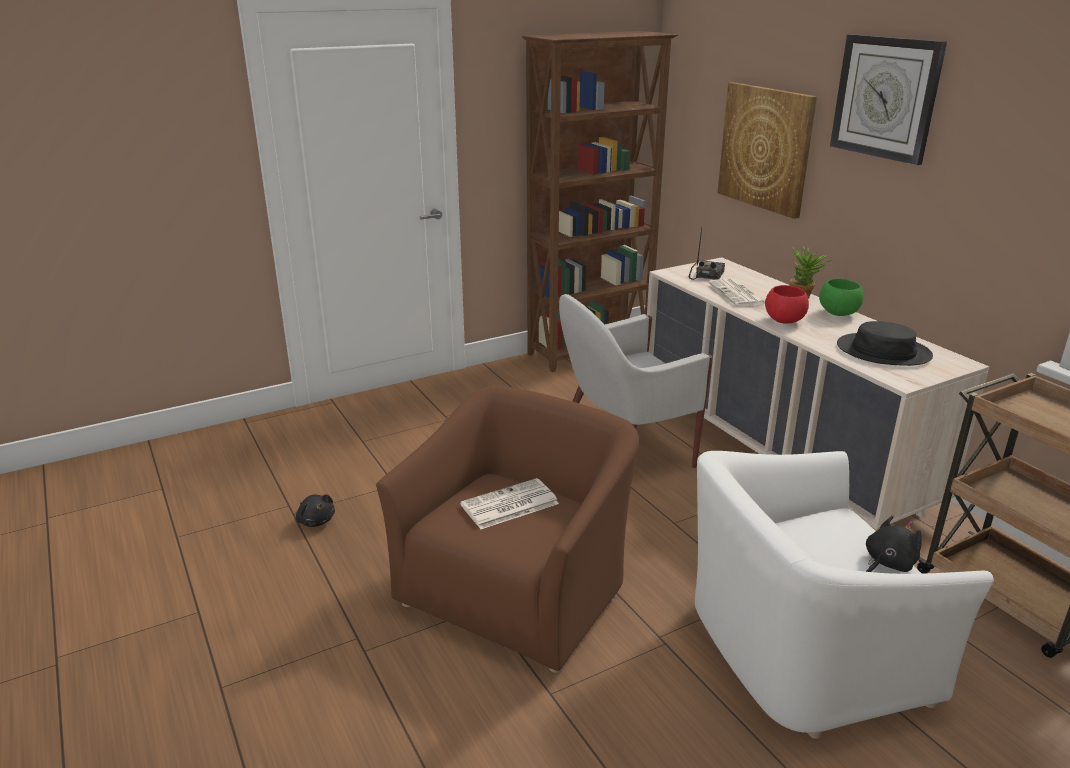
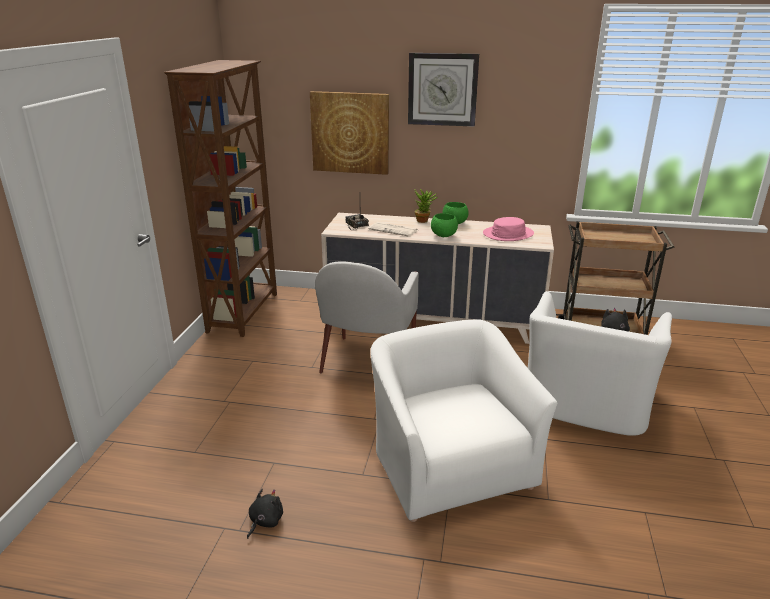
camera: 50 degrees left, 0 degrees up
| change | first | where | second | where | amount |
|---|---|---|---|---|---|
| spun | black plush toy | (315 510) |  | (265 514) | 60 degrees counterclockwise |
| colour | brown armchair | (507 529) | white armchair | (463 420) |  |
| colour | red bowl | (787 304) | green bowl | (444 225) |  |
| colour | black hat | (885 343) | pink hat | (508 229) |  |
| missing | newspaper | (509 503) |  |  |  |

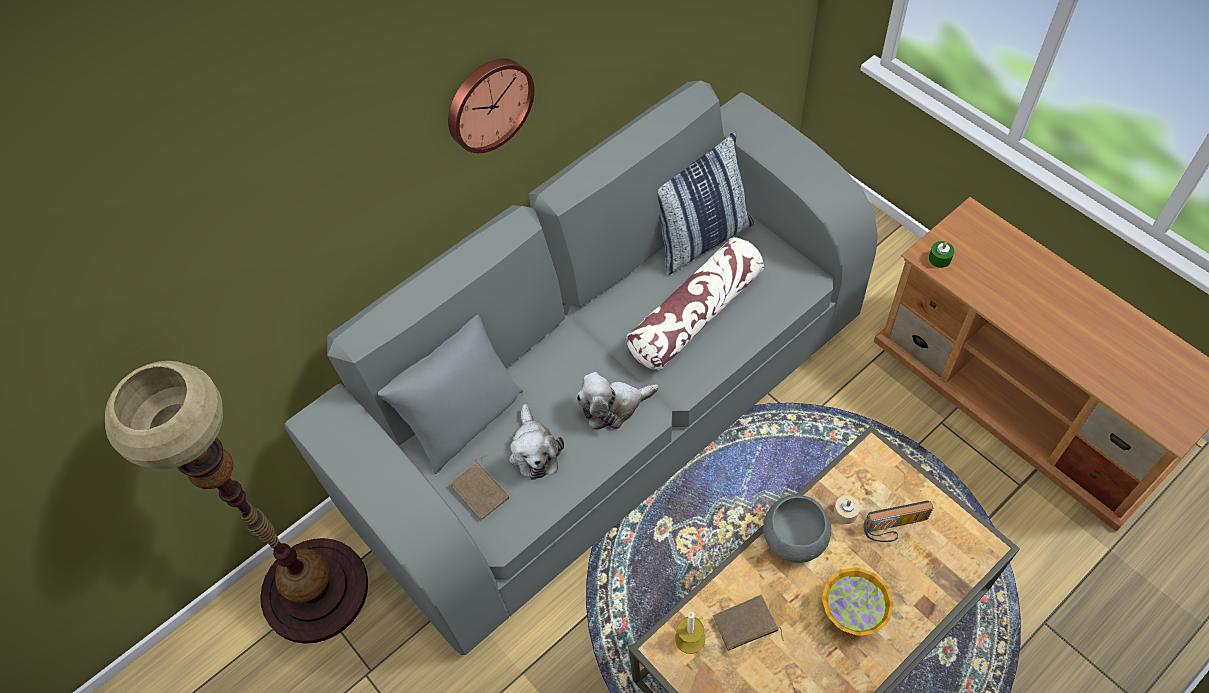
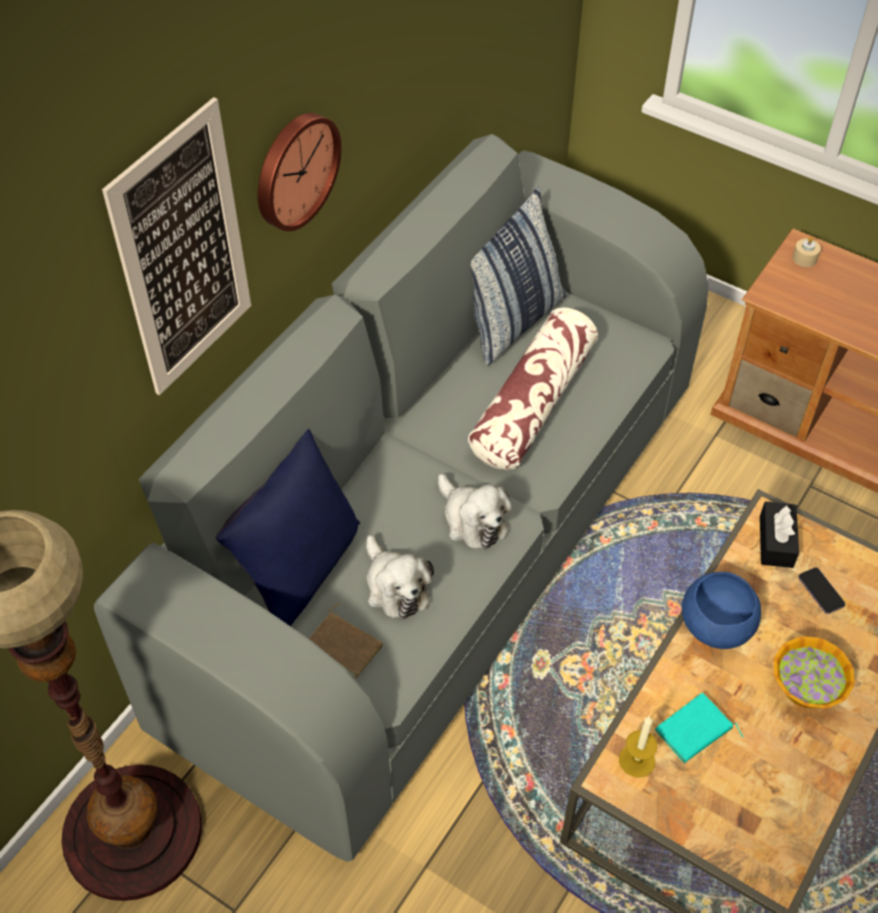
camera: 20 degrees left, 5 degrees down
| change | first | where | second | where | amount |
|---|---|---|---|---|---|
| appeared |  |  | picture | (176 246) |  |
| colour | grey pillow | (450 394) | blue pillow | (288 527) |  |
| spun | plush toy | (617 401) |  | (475 512) | 90 degrees counterclockwise |
| colour | brown book | (748 623) | turquoise book | (699 728) |  |
| colour | grey bowl | (797 529) | blue bowl | (721 610) |  |
| appeared |  |  | black tissue box | (779 534) |  |
| relocated | beige candle | (846 510) |  | (807 252) |  |
| exchanged | radio | (898 521) | phone | (821 590) |  |
| missing | green candle | (942 254) |  |  |  |

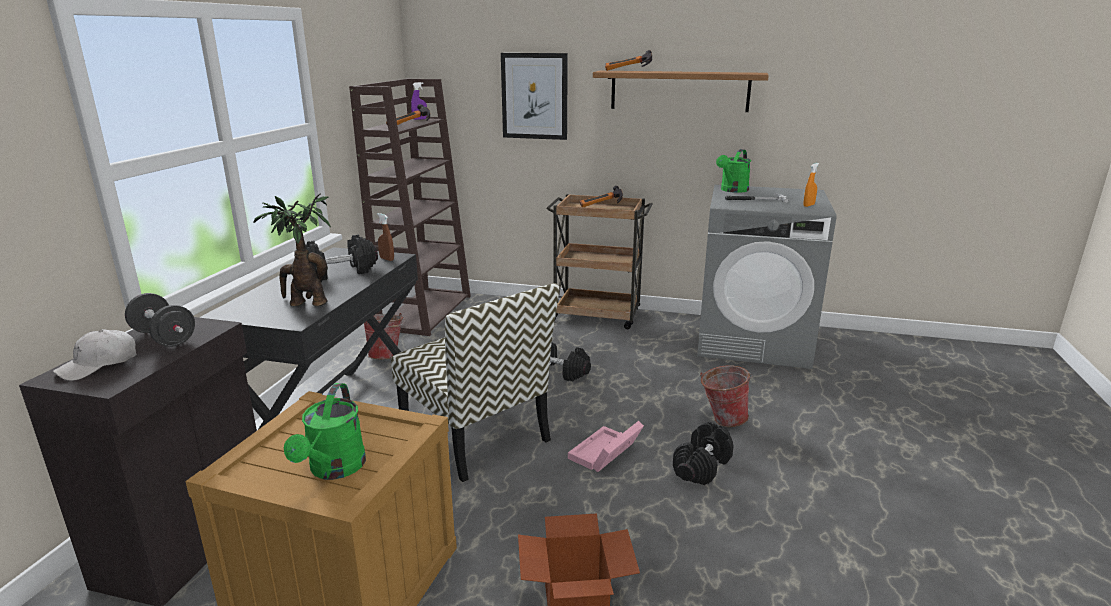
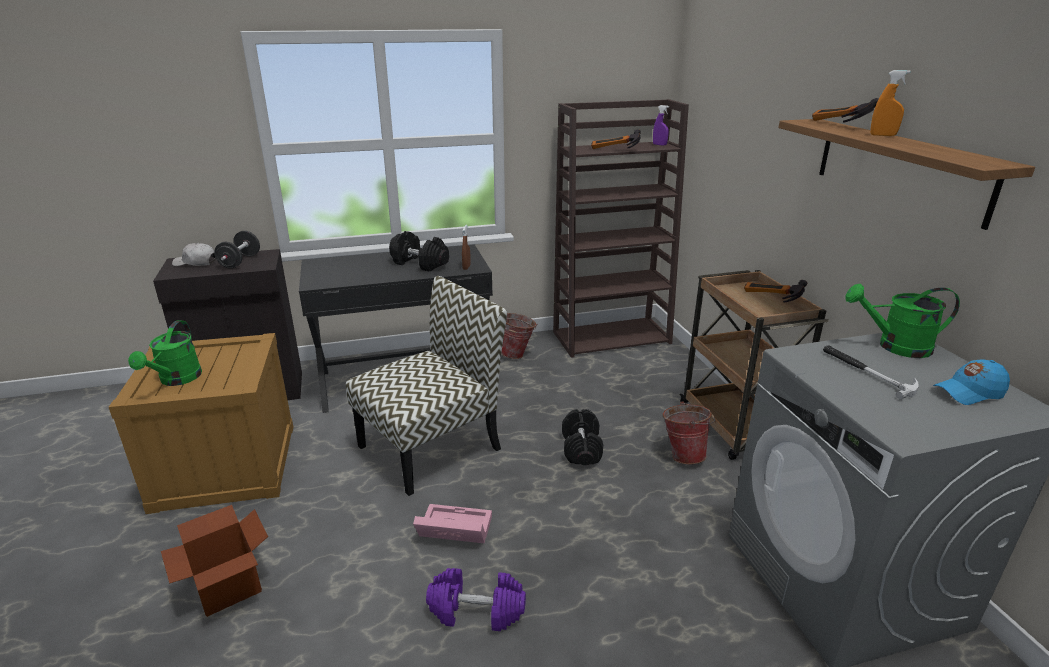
camera: 60 degrees right, 5 degrees up
| change | first | where | second | where | amount |
|---|---|---|---|---|---|
| spun | green watering can | (325 431) |  | (165 353) | 60 degrees counterclockwise |
| spun | chair | (475 382) |  | (426 386) | 150 degrees counterclockwise |
| colour | black dumbbell | (703 453) | purple dumbbell | (476 599) |  |
| relocated | bucket | (726 396) |  | (689 432) |  |
| relocated | orange spray bottle | (811 185) |  | (890 103) |  |
| appeared |  |  | blue cap | (971 382) |  |
| missing | potted plant | (292 249) |  |  |  |
| missing | picture | (534 96) |  |  |  |

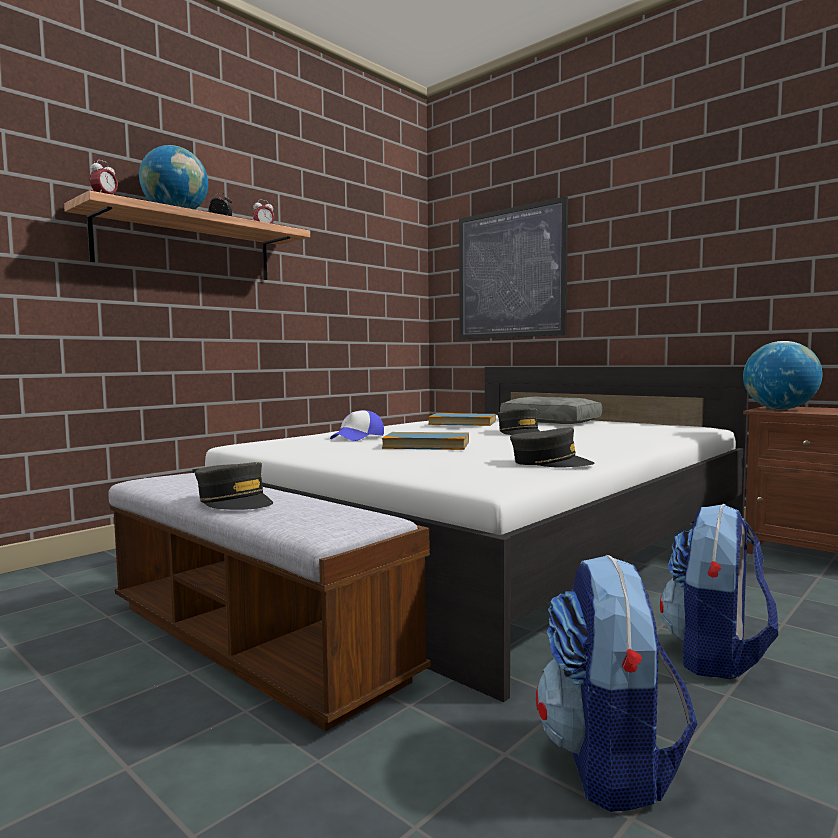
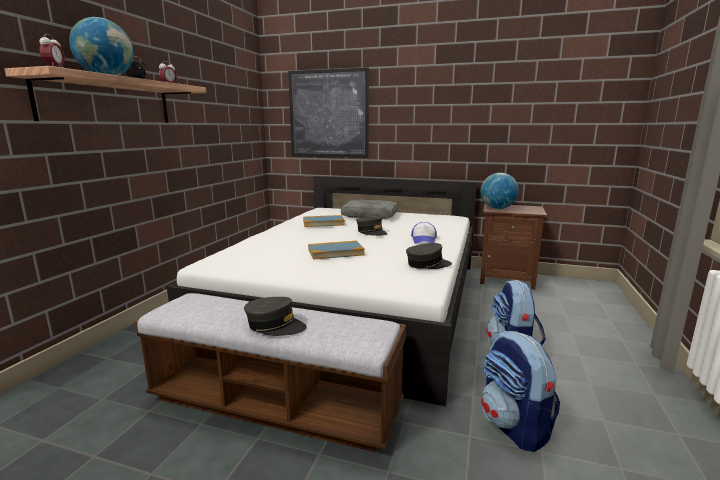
camera: 25 degrees left, 10 degrees up
| change | first | where | second | where | amount |
|---|---|---|---|---|---|
| relocated | cap | (357 425) |  | (424 233) |  |

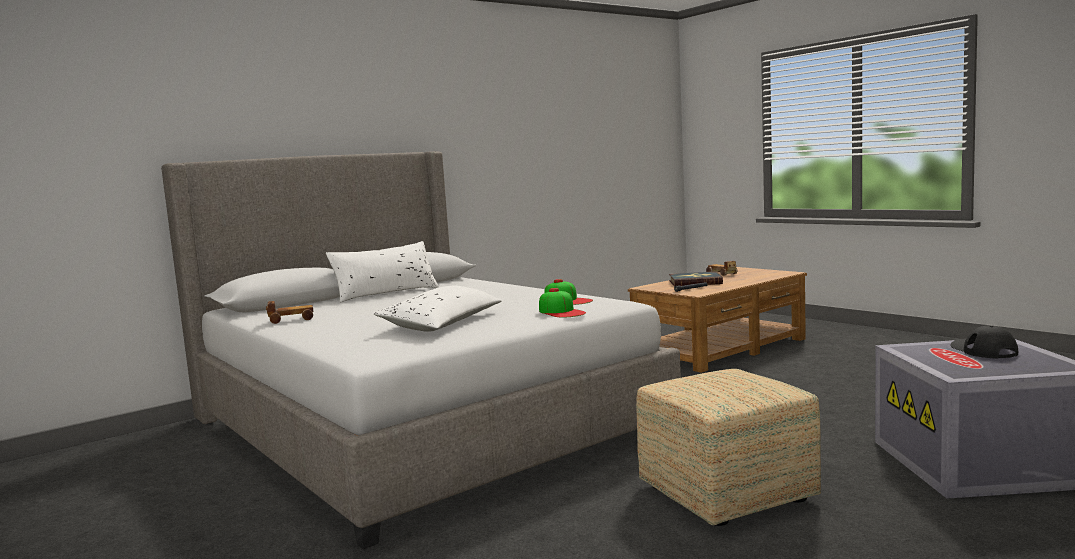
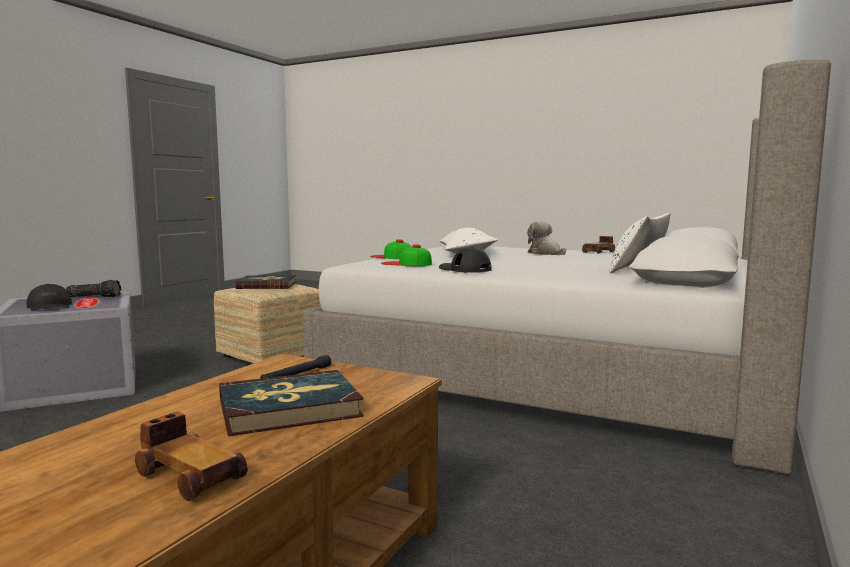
camera: 155 degrees right, 0 degrees up
| change | first | where | second | where | amount |
|---|---|---|---|---|---|
| appeared |  |  | flashlight | (93 288) |  |
| appeared |  |  | book | (265 282) |  |
| appeared |  |  | black cap | (465 260) |  |
| appeared |  |  | plush toy | (546 238) |  |

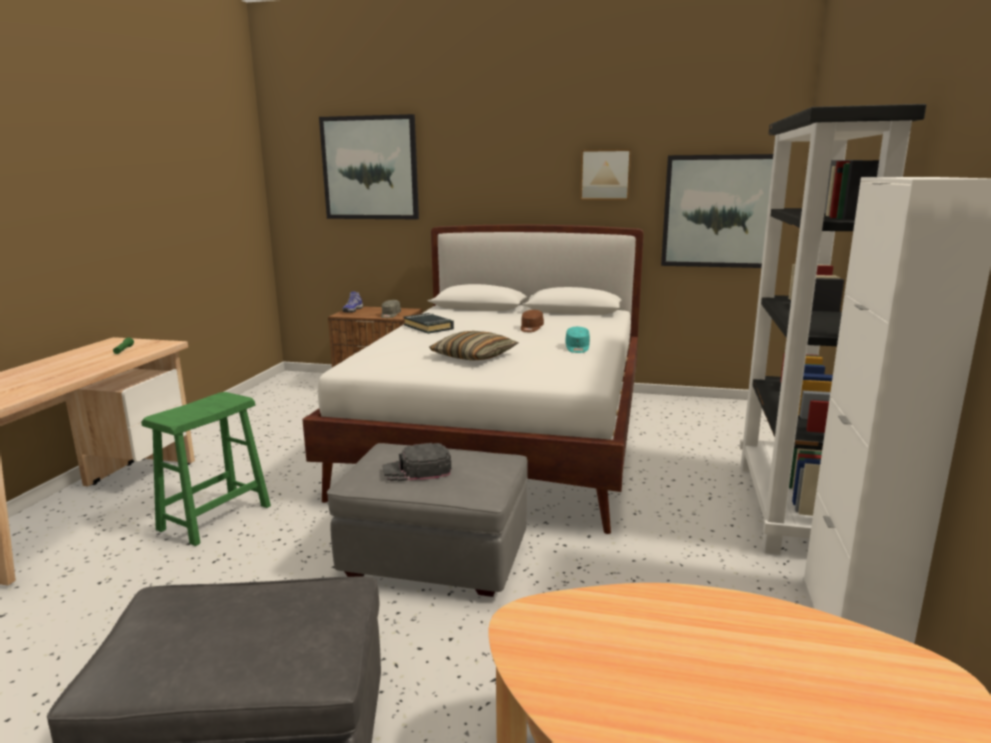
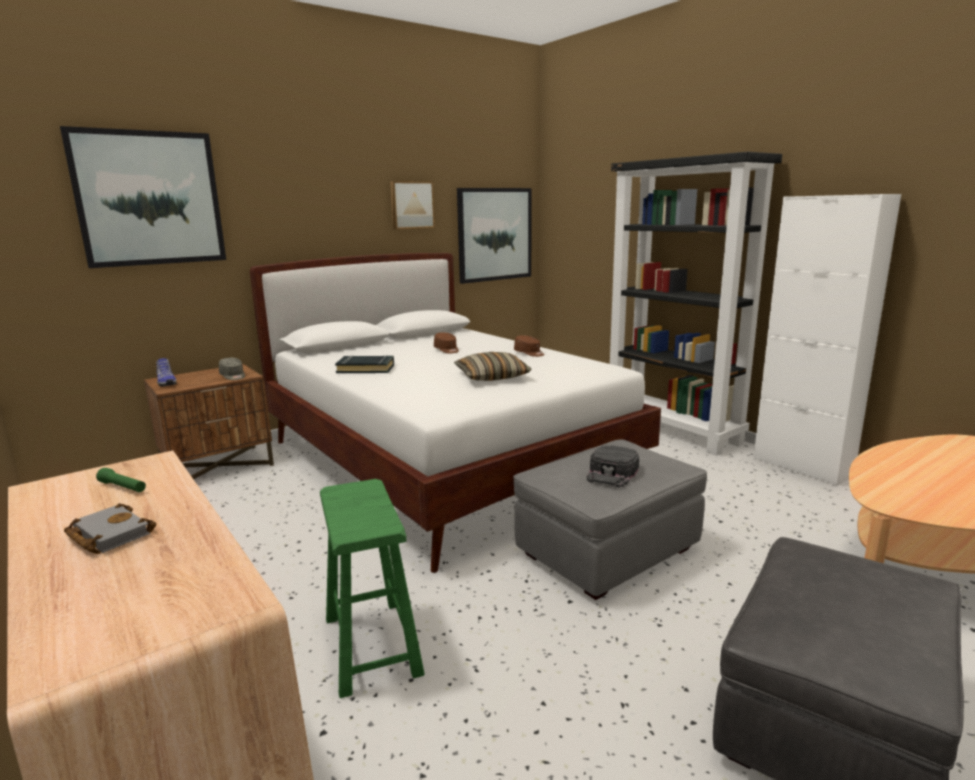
camera: 50 degrees left, 0 degrees up
| change | first | where | second | where | amount |
|---|---|---|---|---|---|
| appeared |  |  | grey book | (110 528) |  |
| colour | turquoise cap | (577 340) | brown cap | (529 346) |  |

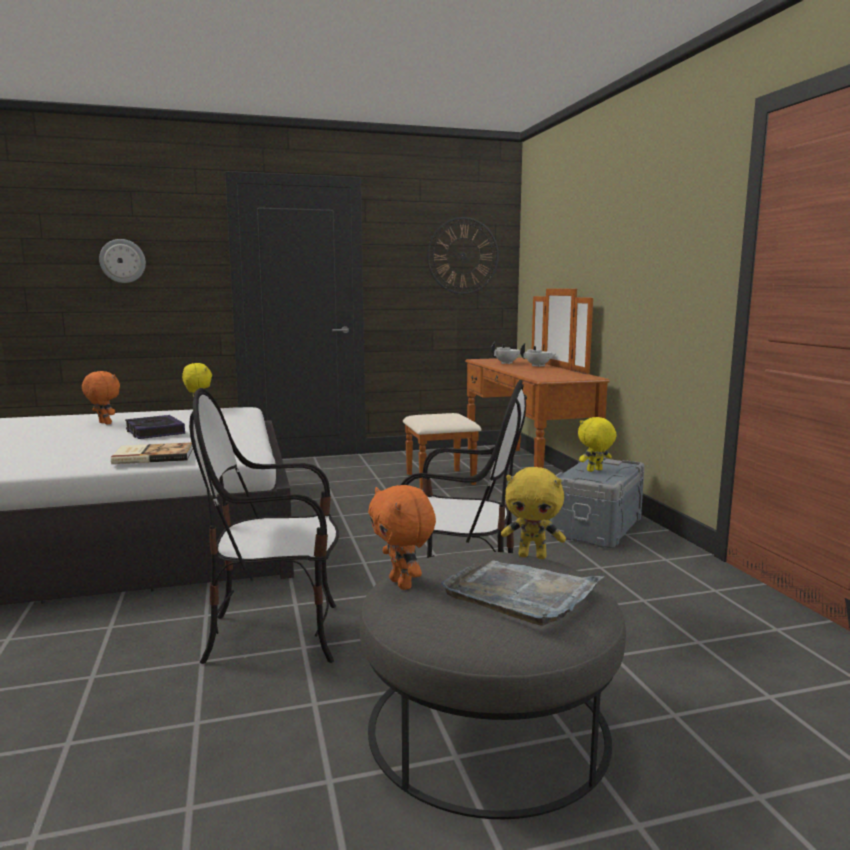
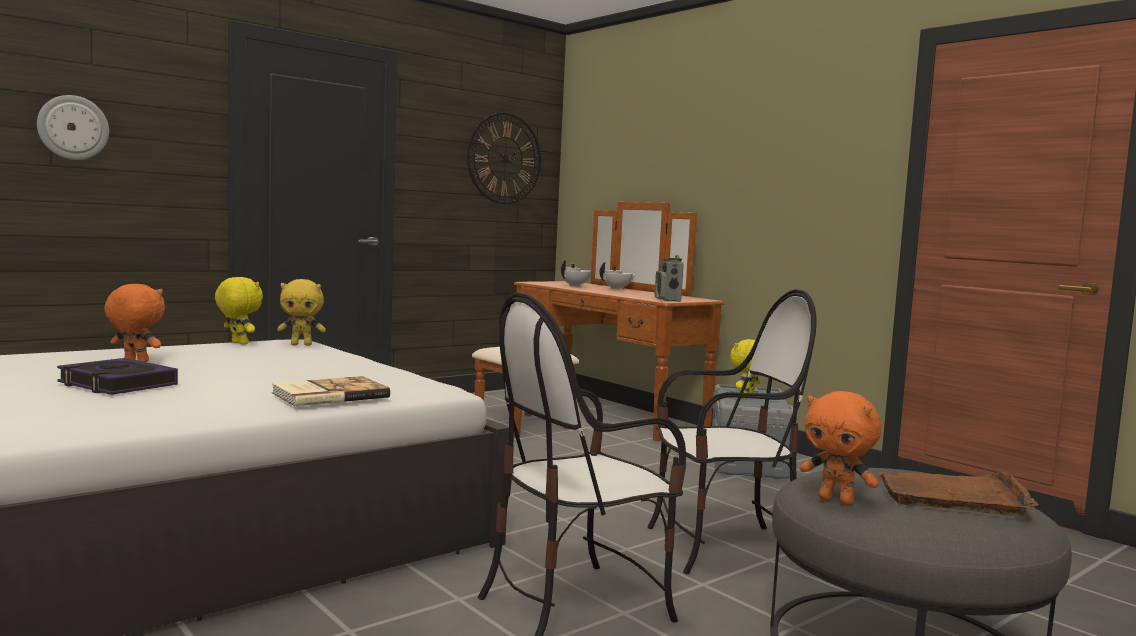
camera: 25 degrees left, 5 degrees down
| change | first | where | second | where | amount |
|---|---|---|---|---|---|
| relocated | book | (155 427) |  | (117 376) |  |
| relocated | yellow plush toy | (533 513) |  | (301 312) |  |
| appeared |  |  | radio | (669 278) |  |
| colour | grey tray | (523 593) | brown tray | (958 494) |  |

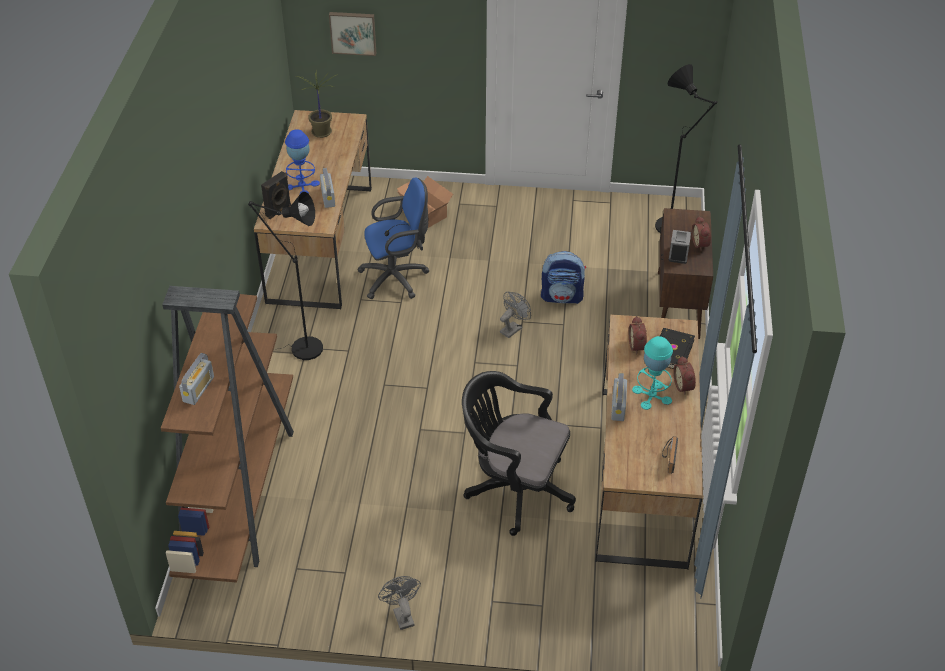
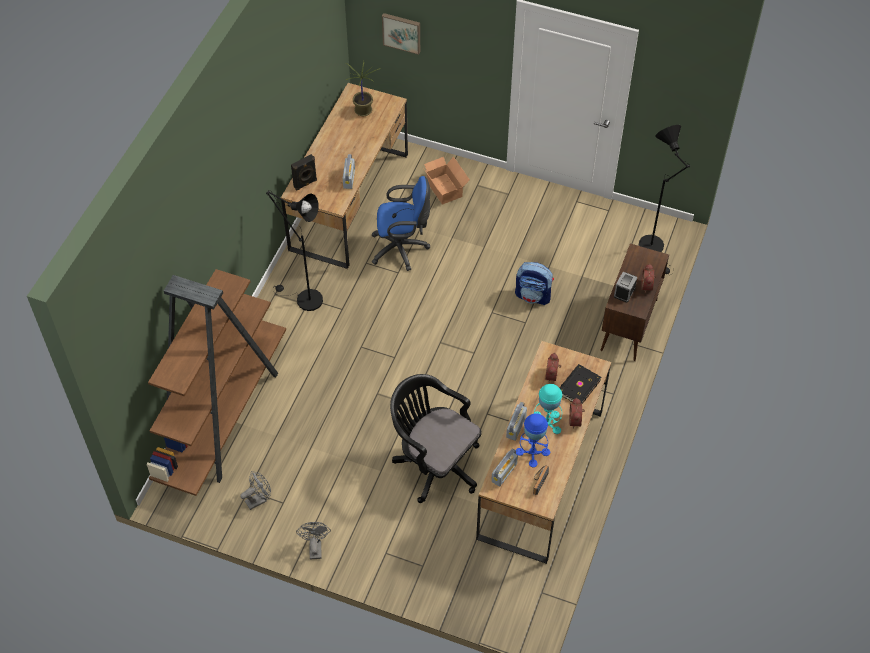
camera: 15 degrees right, 10 degrees up
| change | first | where | second | where | amount |
|---|---|---|---|---|---|
| relocated | grey fan | (515 315) |  | (255 490) |  |
| relocated | radio | (196 379) |  | (504 467) |  |
| relocated | blue table lamp | (302 161) |  | (533 440) |  |

